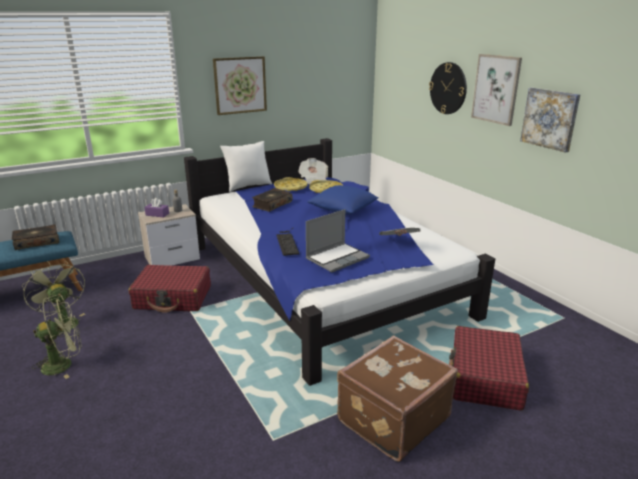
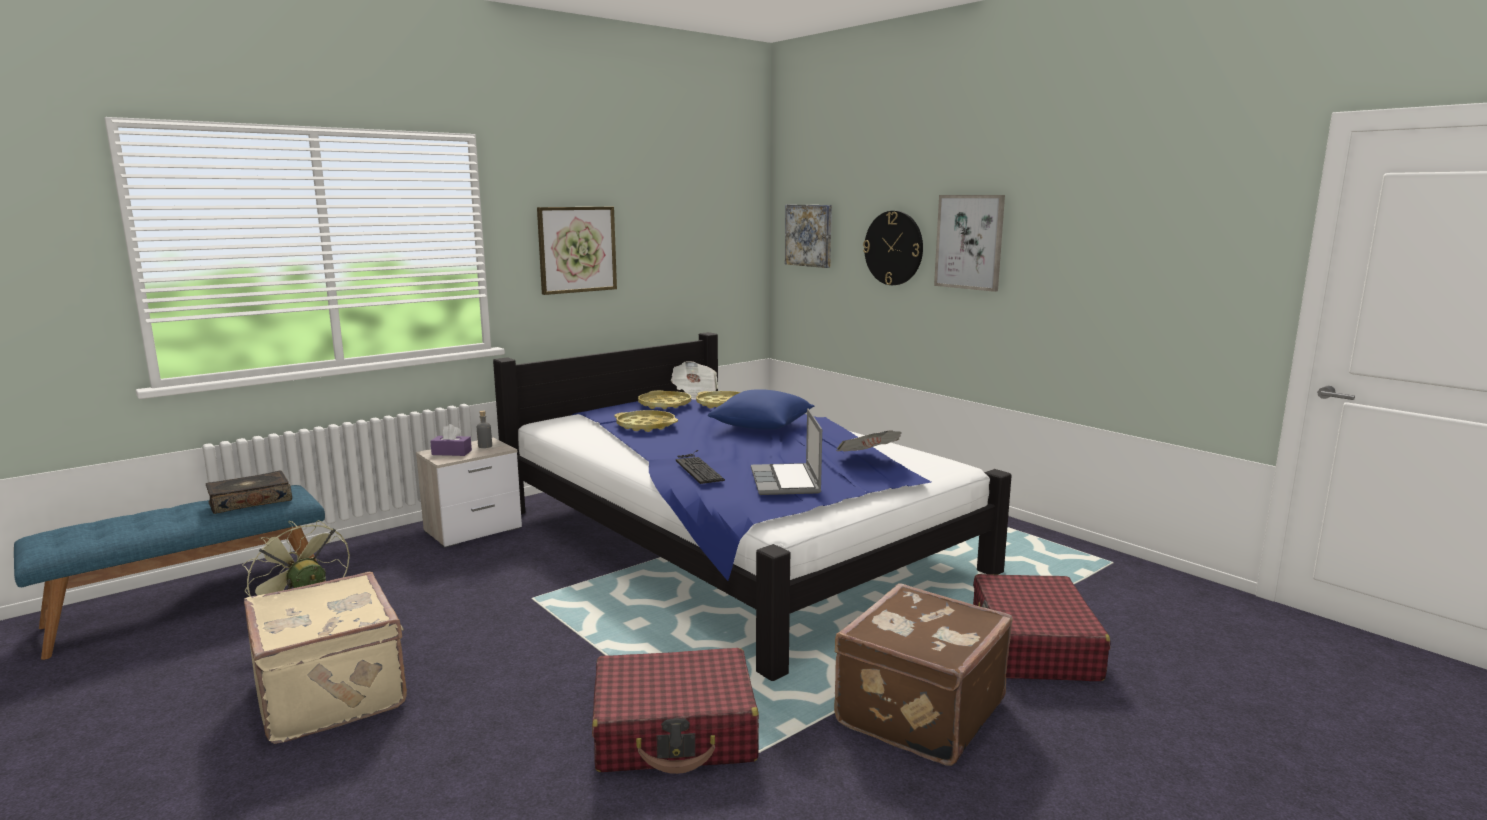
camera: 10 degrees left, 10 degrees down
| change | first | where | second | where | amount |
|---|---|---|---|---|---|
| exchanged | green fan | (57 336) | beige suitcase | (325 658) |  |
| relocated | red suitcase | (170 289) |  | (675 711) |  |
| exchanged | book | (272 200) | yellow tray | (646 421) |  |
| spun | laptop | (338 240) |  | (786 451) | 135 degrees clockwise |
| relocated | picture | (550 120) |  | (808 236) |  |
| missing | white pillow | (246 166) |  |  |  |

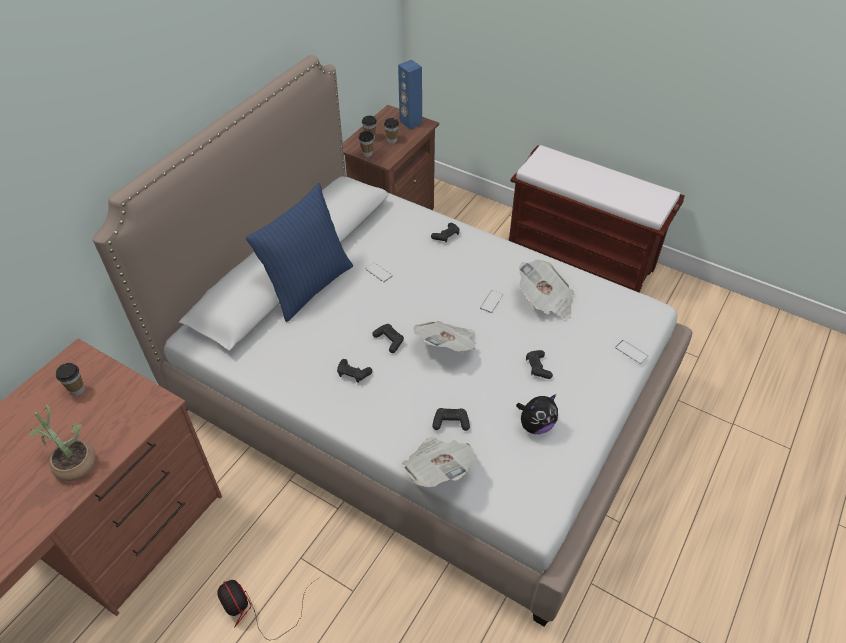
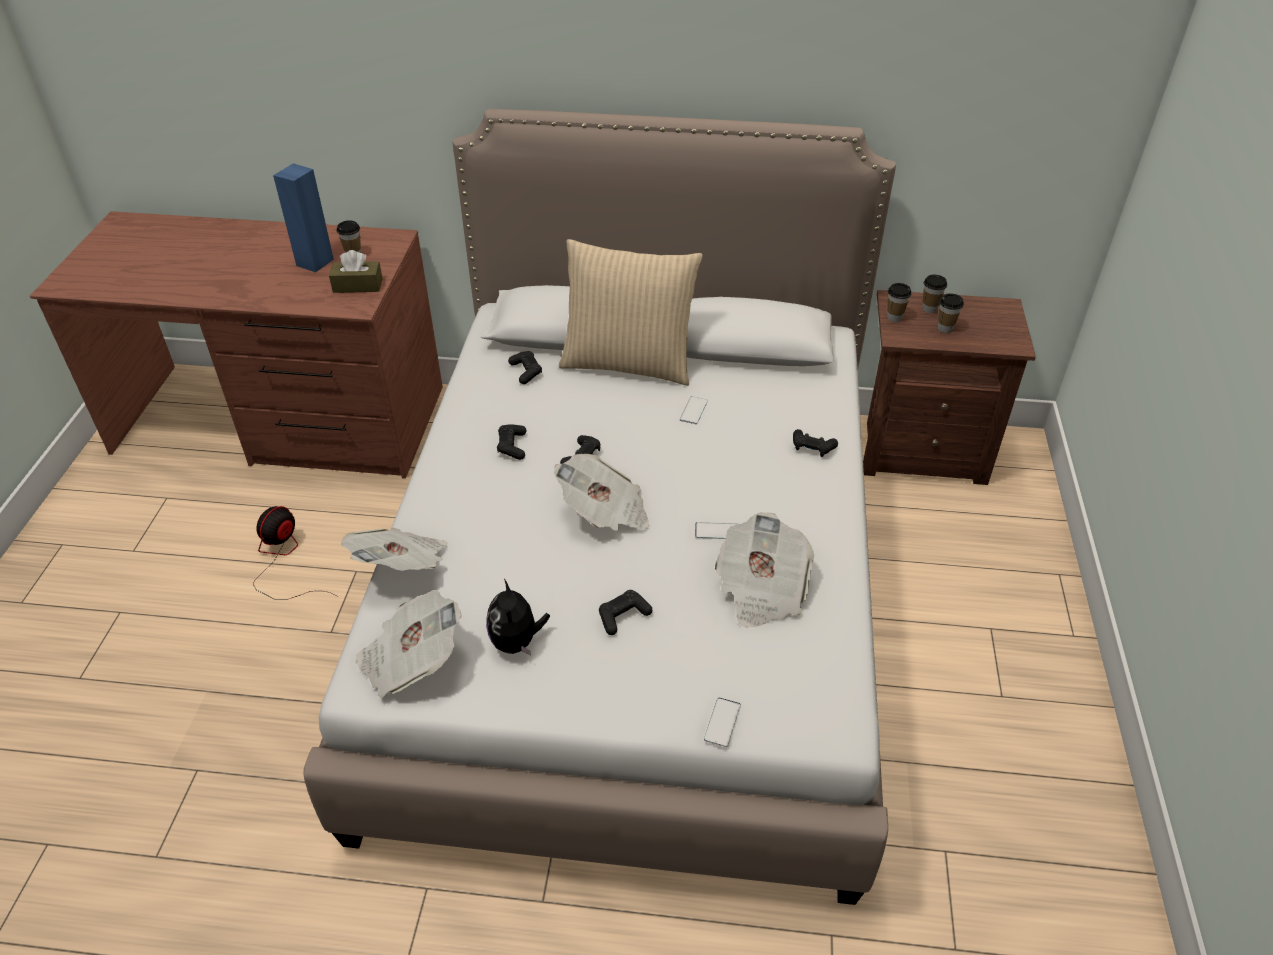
camera: 65 degrees right, 5 degrees down
| change | first | where | second | where | amount |
|---|---|---|---|---|---|
| relocated | blue speaker | (410 94) |  | (303 217) |  |
| appeared |  |  | brown tissue box | (356 271) |  |
| appeared |  |  | newspaper | (408 644) |  |
| spun | plush toy | (537 414) |  | (518 617) | 45 degrees clockwise |
| relocated | black game controller | (451 419) |  | (525 367) |  |
| colour | blue pillow | (299 252) | beige pillow | (631 312) |  |
| missing | potted plant | (63 443) |  |  |  |
| missing | brown bench | (596 219) |  |  |  |

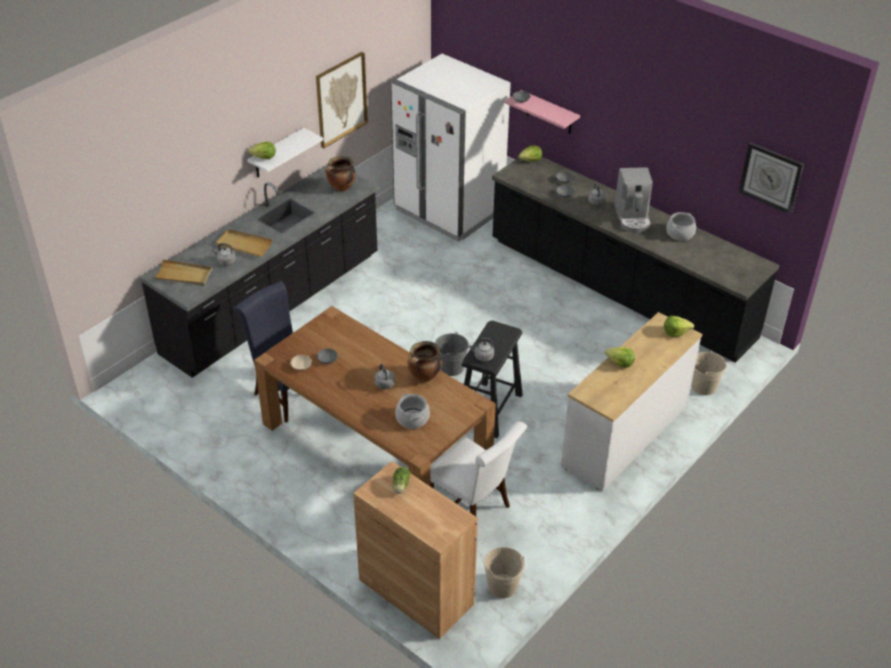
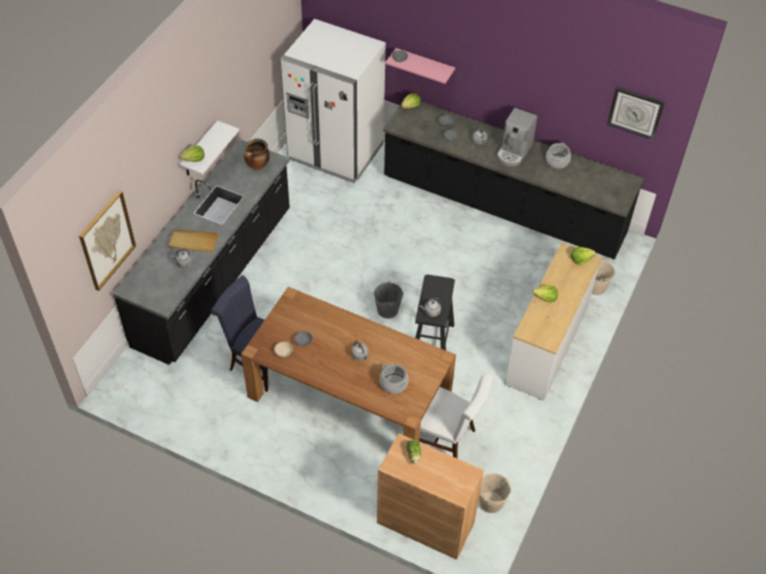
camera: 15 degrees left, 10 degrees up
| change | first | where | second | where | amount |
|---|---|---|---|---|---|
| relocated | picture | (342 100) |  | (107 241) |  |
| spun | coffee machine | (633 200) |  | (517 137) | 45 degrees clockwise |
| missing | beige tray | (182 273) |  |  |  |
| missing | cooking pot | (424 361) |  |  |  |

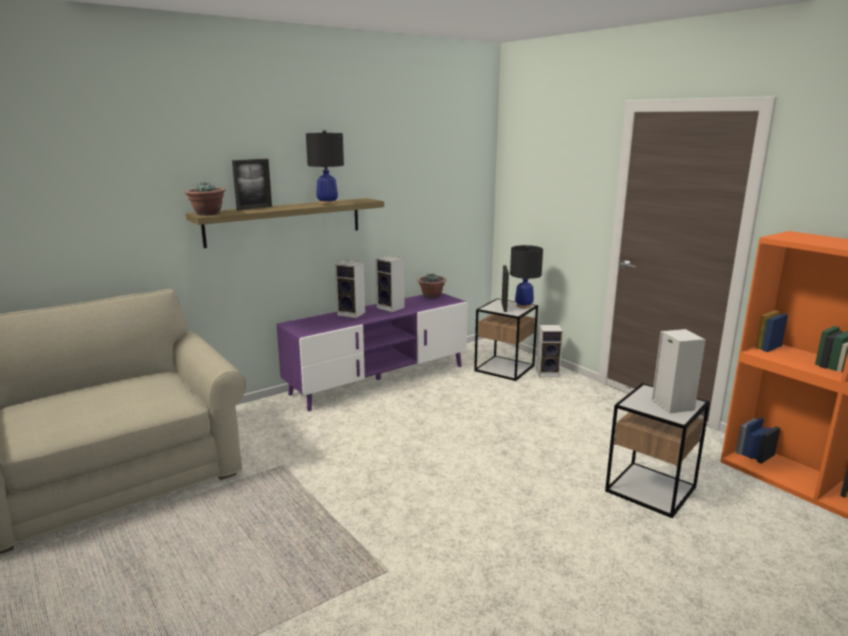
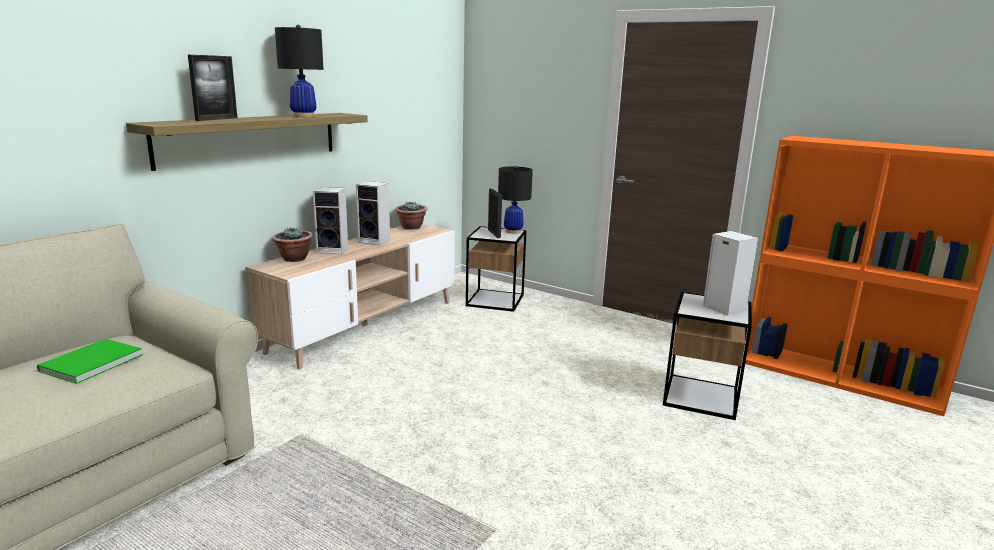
camera: 20 degrees left, 0 degrees up
| change | first | where | second | where | amount |
|---|---|---|---|---|---|
| appeared |  |  | green book | (90 361) |  |
| colour | purple tv stand | (372 352) | beige tv stand | (350 297) |  |
| relocated | potted plant | (205 199) |  | (292 245) |  |
| missing | speaker | (549 351) |  |  |  |

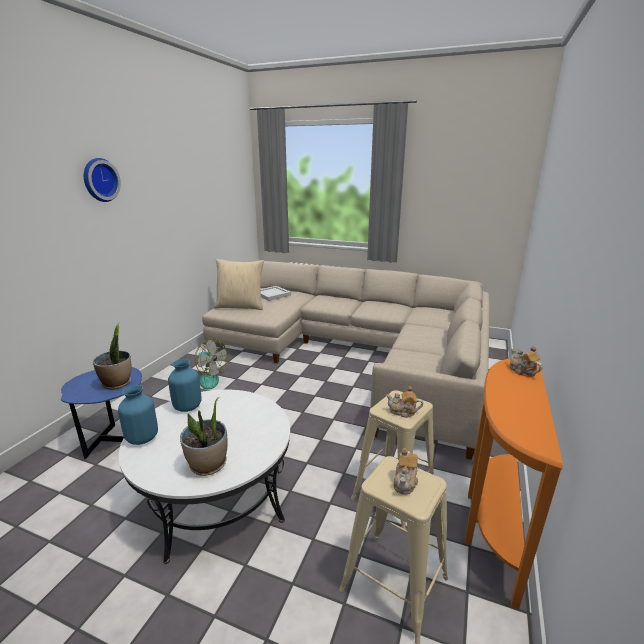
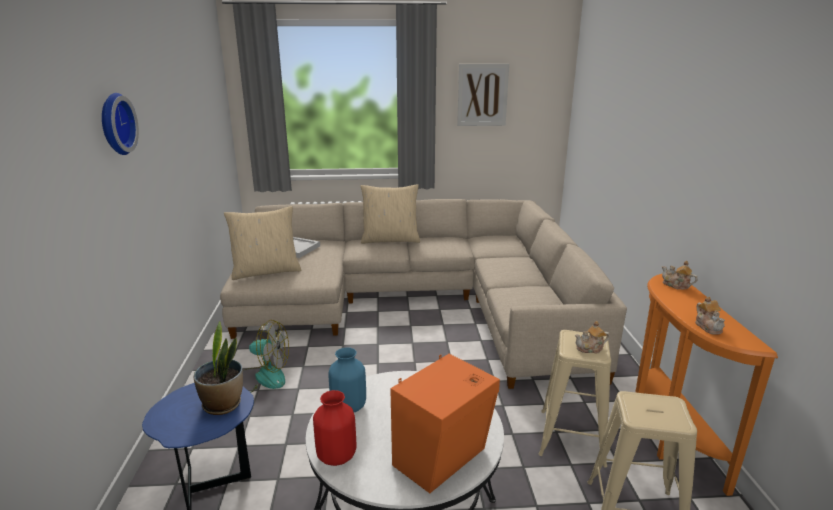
camera: 25 degrees left, 0 degrees up
| change | first | where | second | where | amount |
|---|---|---|---|---|---|
| colour | blue vase | (138 415) | red vase | (334 428) |  |
| appeared |  |  | beige pillow | (390 214) |  |
| exchanged | potted plant | (203 436) | orange speaker | (445 423) |  |
| appeared |  |  | picture | (483 95) |  |
| relocated | teapot | (406 471) |  | (710 316) |  |

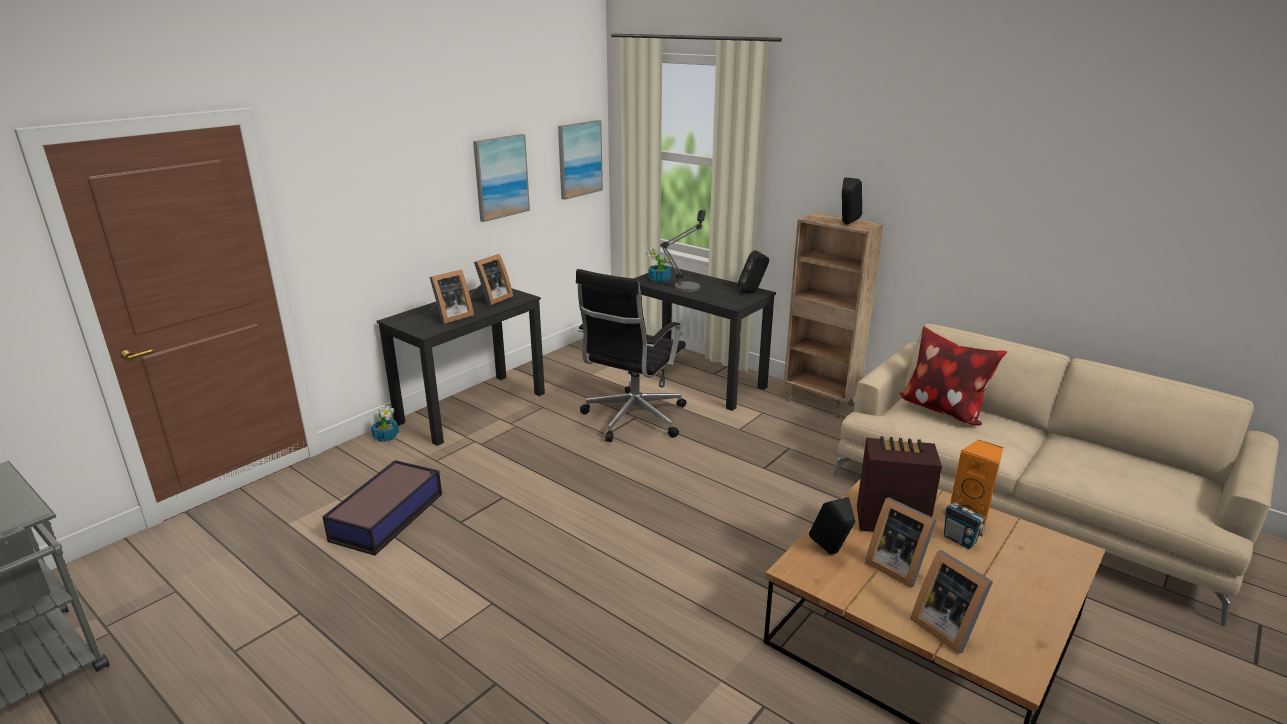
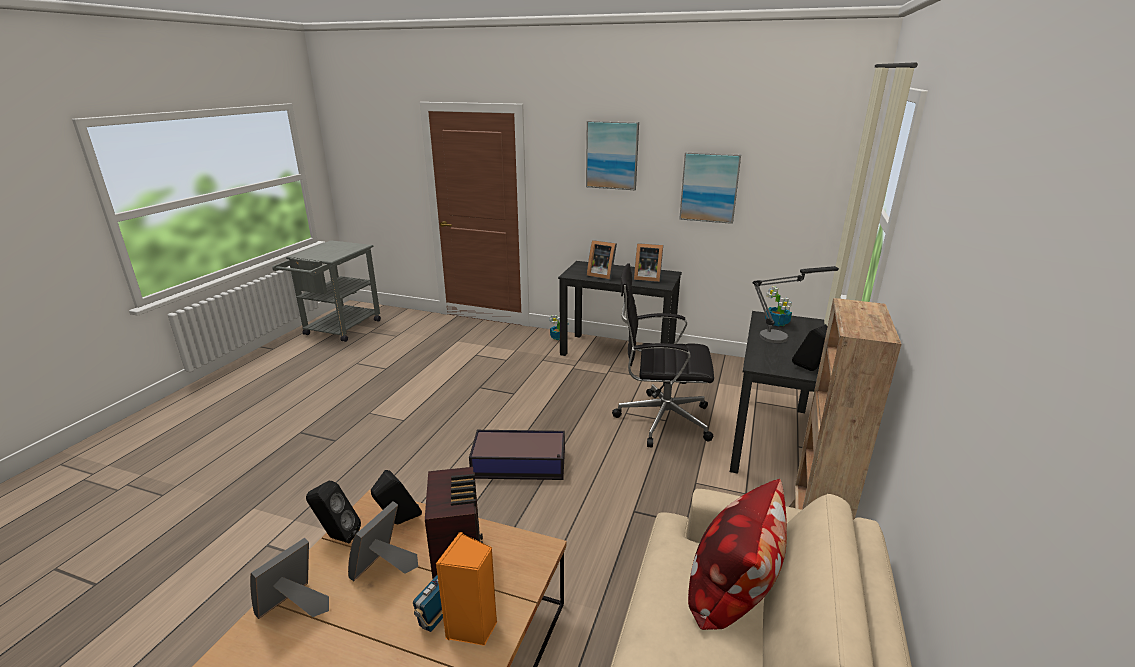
camera: 70 degrees right, 0 degrees up
| change | first | where | second | where | amount |
|---|---|---|---|---|---|
| relocated | black speaker | (852 201) |  | (333 512) |  |
| relocated | storage box | (382 508) |  | (517 455) |  |
| relocated | picture | (580 160) |  | (612 155) |  |

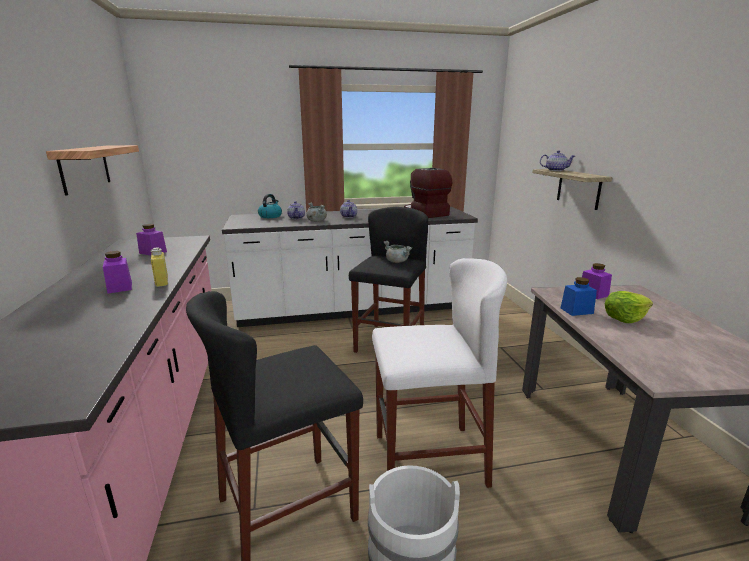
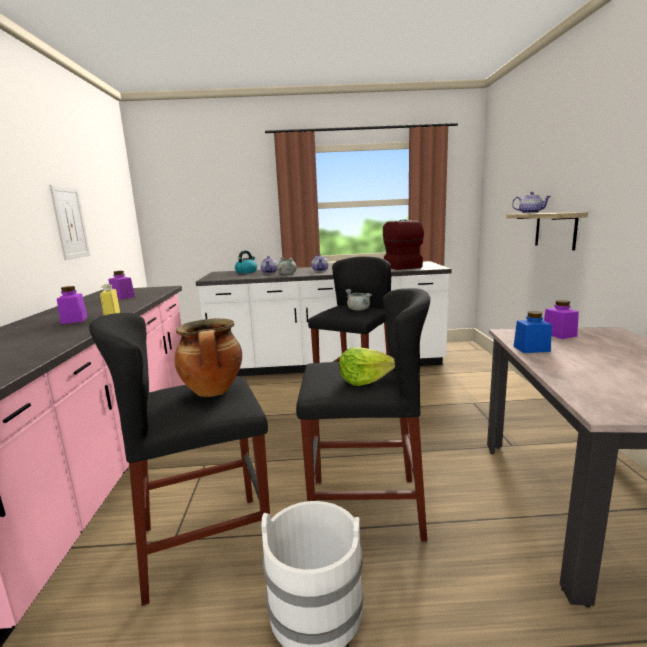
camera: 10 degrees right, 5 degrees down
| change | first | where | second | where | amount |
|---|---|---|---|---|---|
| exchanged | shelf | (92 170) | picture | (69 222) |  |
| appeared |  |  | cooking pot | (208 358) |  |
| colour | white stool | (439 373) | black stool | (363 414) |  |
| relocated | lettuce | (629 307) |  | (367 367) |  |

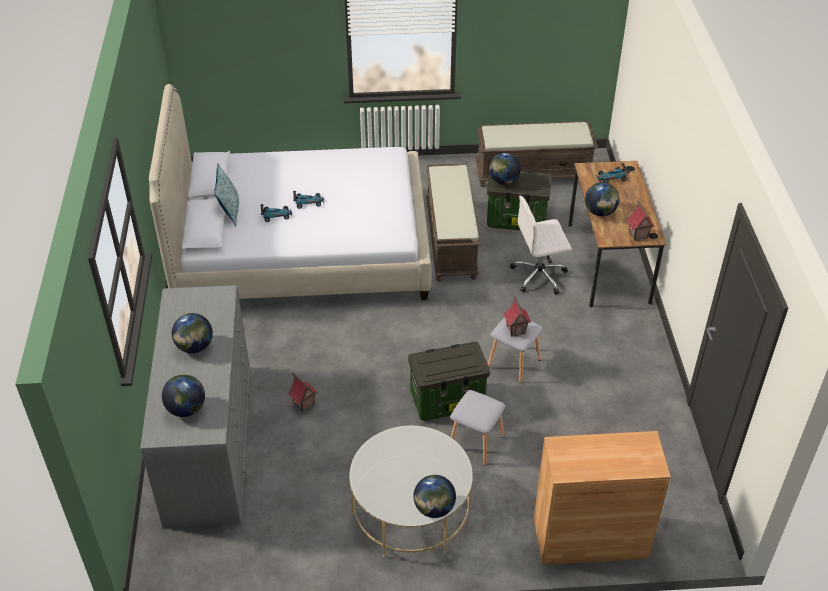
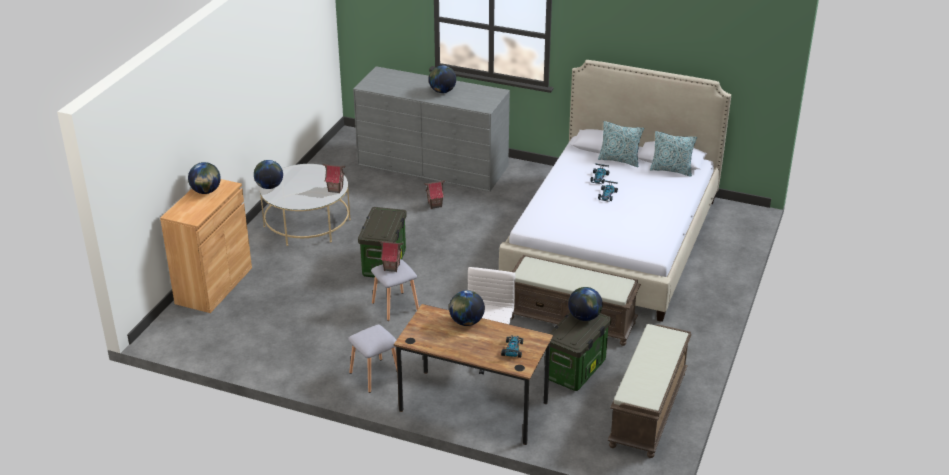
camera: 115 degrees right, 10 degrees down
| change | first | where | second | where | amount |
|---|---|---|---|---|---|
| relocated | globe | (183 395) |  | (204 178) |  |
| relocated | toy house | (641 221) |  | (334 178) |  |
| relocated | grey stool | (477 427) |  | (372 359) |  |
| appeared |  |  | pillow | (673 154) |  |

